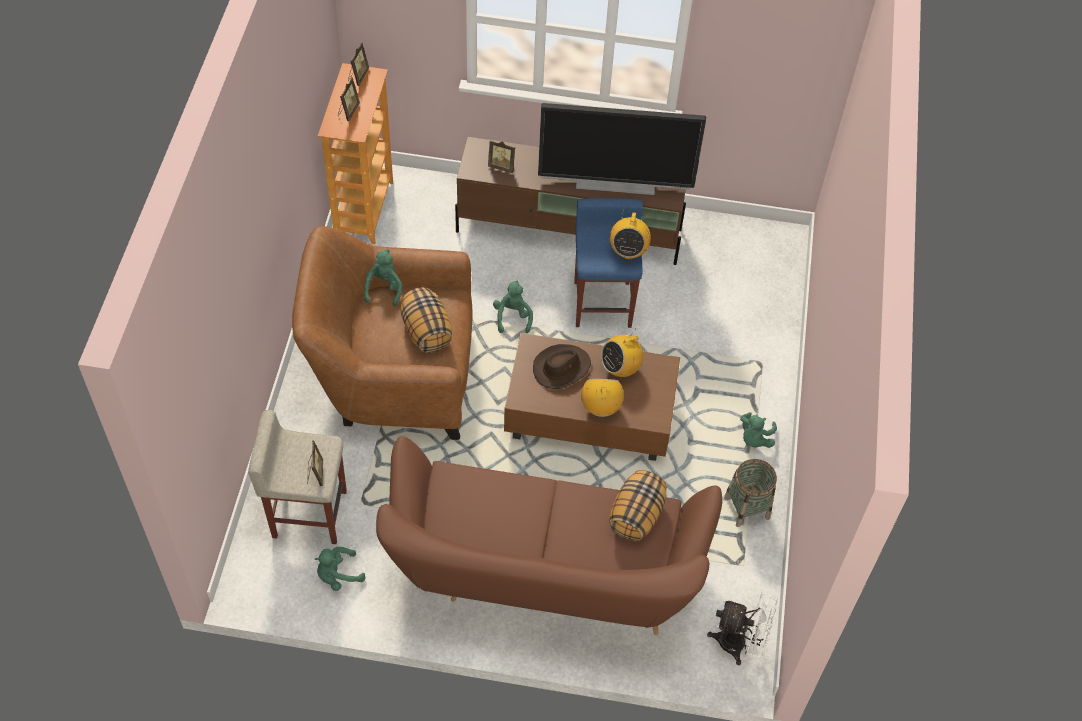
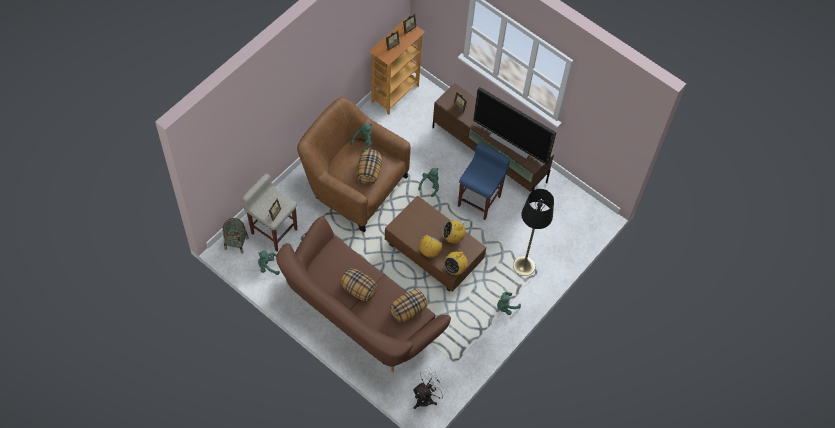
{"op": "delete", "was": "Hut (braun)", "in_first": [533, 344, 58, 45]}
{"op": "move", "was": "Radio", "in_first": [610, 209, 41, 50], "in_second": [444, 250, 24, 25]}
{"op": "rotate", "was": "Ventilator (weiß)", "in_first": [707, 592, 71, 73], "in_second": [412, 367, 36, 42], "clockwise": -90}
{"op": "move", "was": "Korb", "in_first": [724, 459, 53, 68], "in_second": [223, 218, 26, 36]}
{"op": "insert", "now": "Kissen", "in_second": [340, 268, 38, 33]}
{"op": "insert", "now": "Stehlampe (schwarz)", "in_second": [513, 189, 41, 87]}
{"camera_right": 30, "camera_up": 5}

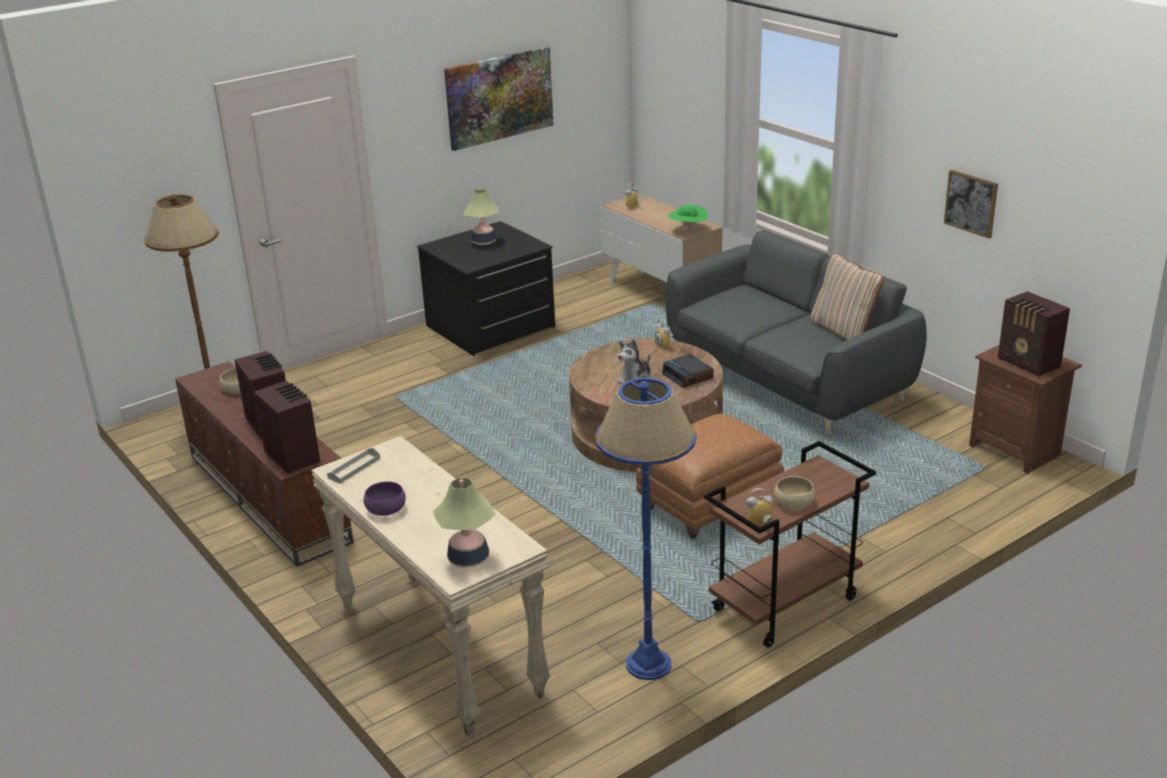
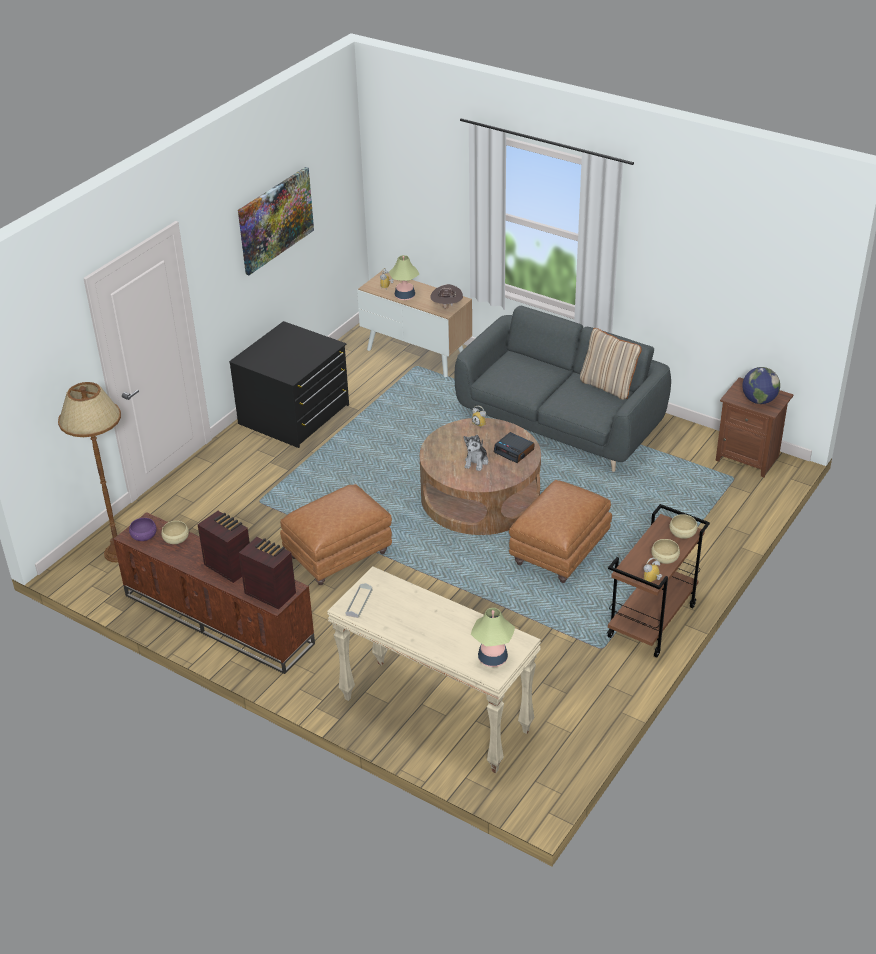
{"op": "move", "was": "Schüssel (lila)", "in_first": [364, 481, 42, 35], "in_second": [129, 518, 28, 23]}
{"op": "move", "was": "Tischlampe", "in_first": [464, 189, 35, 56], "in_second": [389, 255, 30, 45]}
{"op": "delete", "was": "Stehlampe (blau)", "in_first": [595, 378, 102, 302]}
{"op": "recolor", "was": "Hut (grün)", "now": "Hut (braun)", "in_first": [668, 204, 40, 27], "in_second": [430, 284, 33, 25]}
{"op": "delete", "was": "Bild", "in_first": [944, 170, 54, 69]}
{"op": "replace", "was": "Radio", "now": "Globus", "in_first": [998, 291, 72, 86], "in_second": [742, 367, 38, 37]}
{"op": "insert", "now": "Polsterhocker (braun)", "in_second": [280, 484, 112, 101]}
{"op": "insert", "now": "Schüssel (beige)", "in_second": [669, 514, 29, 25]}
{"camera_right": -20, "camera_up": 10}

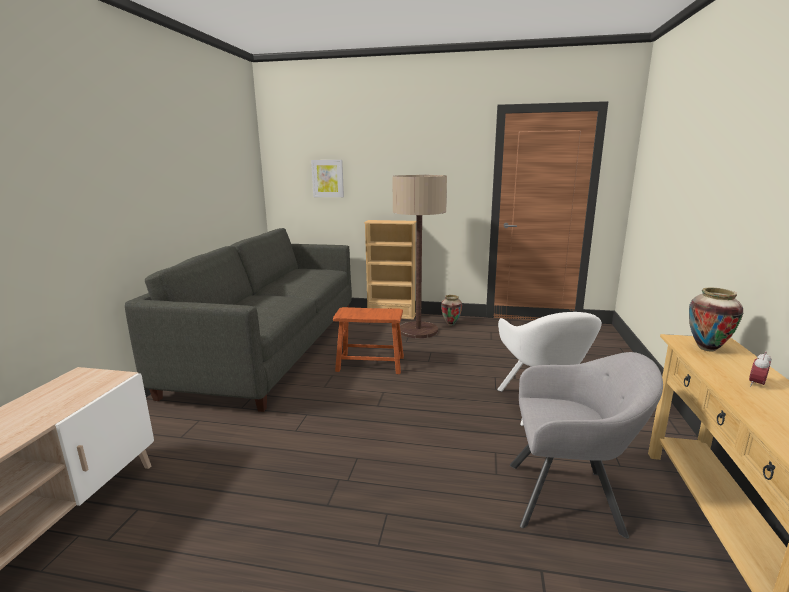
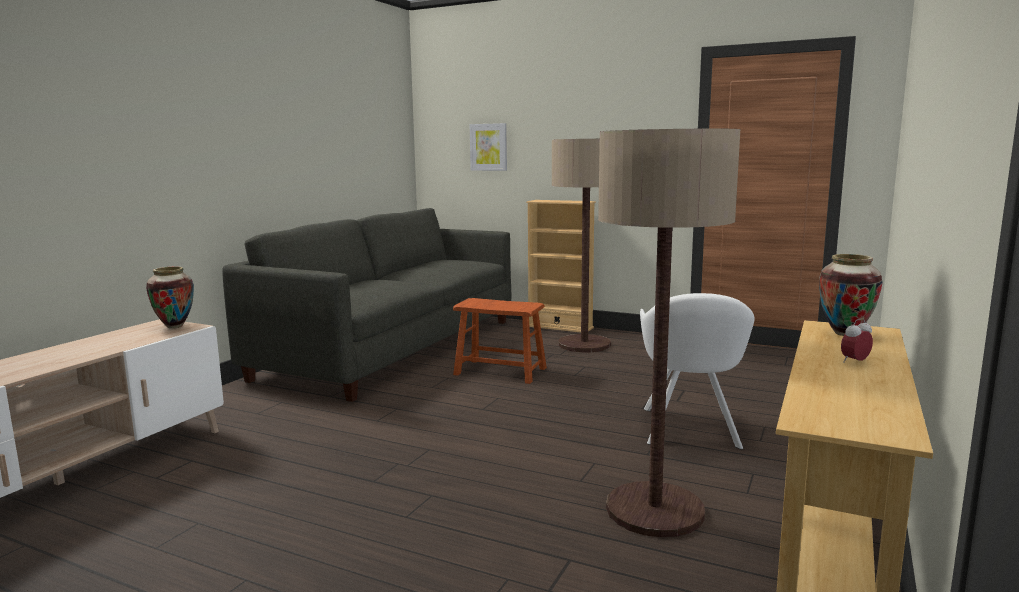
{"op": "move", "was": "Vase", "in_first": [441, 295, 21, 30], "in_second": [146, 267, 48, 61]}
{"op": "replace", "was": "Sessel (grau)", "now": "Stehlampe", "in_first": [510, 352, 153, 186], "in_second": [598, 129, 142, 408]}
{"camera_right": 15, "camera_up": -5}

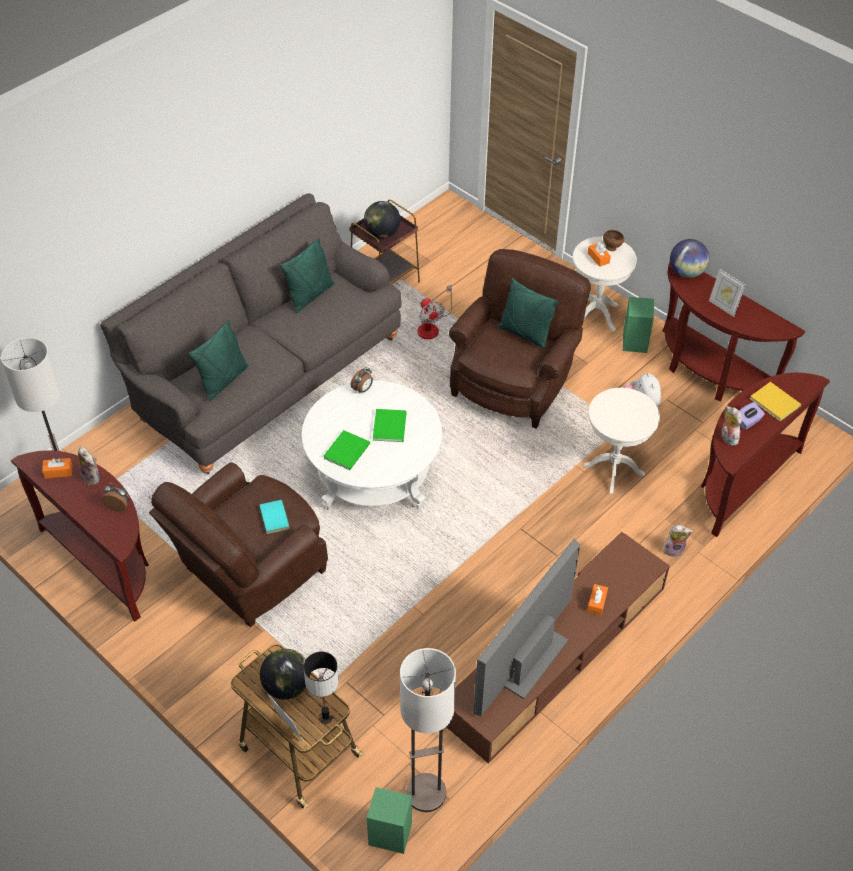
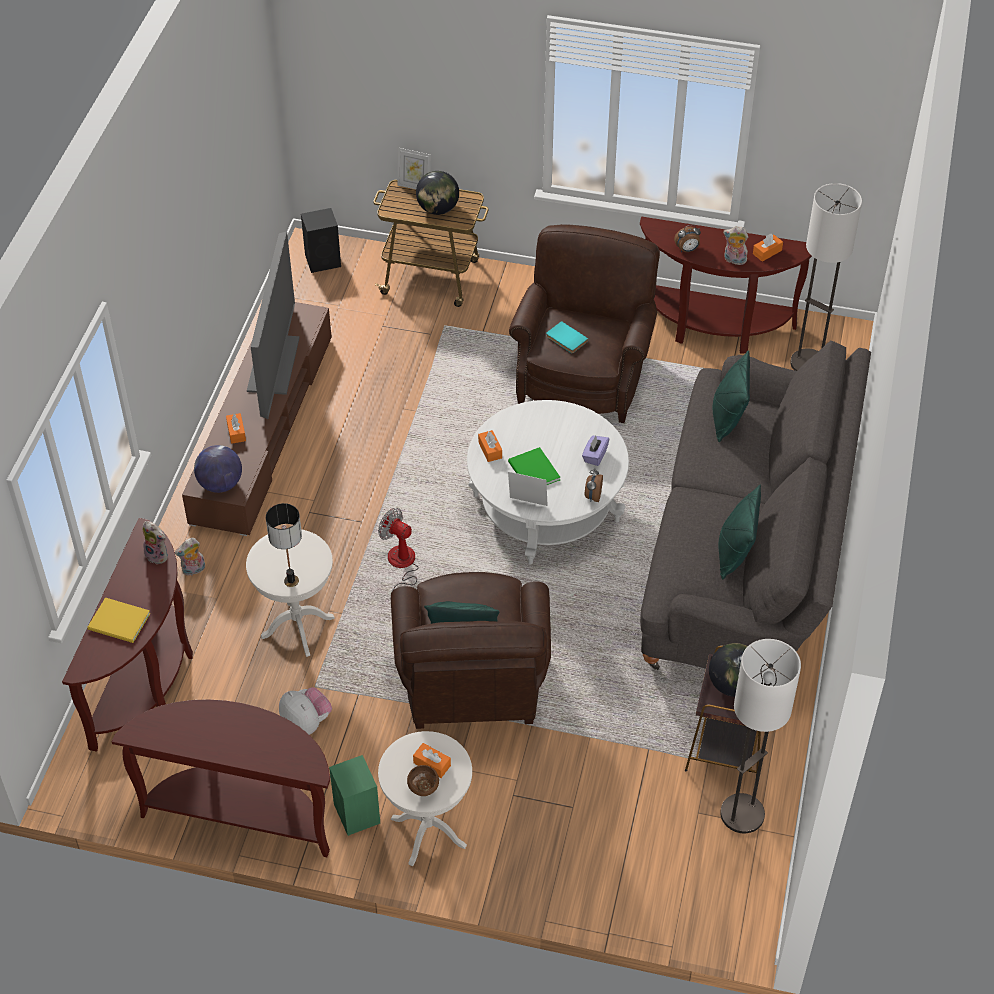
{"op": "move", "was": "Tischlampe", "in_first": [303, 652, 36, 72], "in_second": [266, 503, 36, 84]}
{"op": "delete", "was": "Buch (grün)", "in_first": [323, 430, 47, 40]}
{"op": "recolor", "was": "Lautsprecher (grün)", "now": "Lautsprecher (schwarz)", "in_first": [367, 787, 45, 67], "in_second": [301, 208, 40, 65]}
{"op": "move", "was": "Stehlampe", "in_first": [400, 648, 56, 164], "in_second": [720, 639, 81, 194]}
{"op": "move", "was": "Ventilator", "in_first": [417, 285, 35, 54], "in_second": [378, 508, 41, 83]}
{"op": "move", "was": "Globus", "in_first": [670, 239, 39, 39], "in_second": [194, 445, 48, 48]}
{"op": "move", "was": "Bilderrahmen", "in_first": [709, 269, 36, 48], "in_second": [508, 471, 40, 35]}
{"op": "move", "was": "Taschentuchbox (lila)", "in_first": [739, 402, 26, 28], "in_second": [582, 436, 27, 30]}
{"op": "insert", "now": "Taschentuchbox (orange)", "in_second": [478, 430, 24, 32]}
{"camera_right": 150, "camera_up": 0}

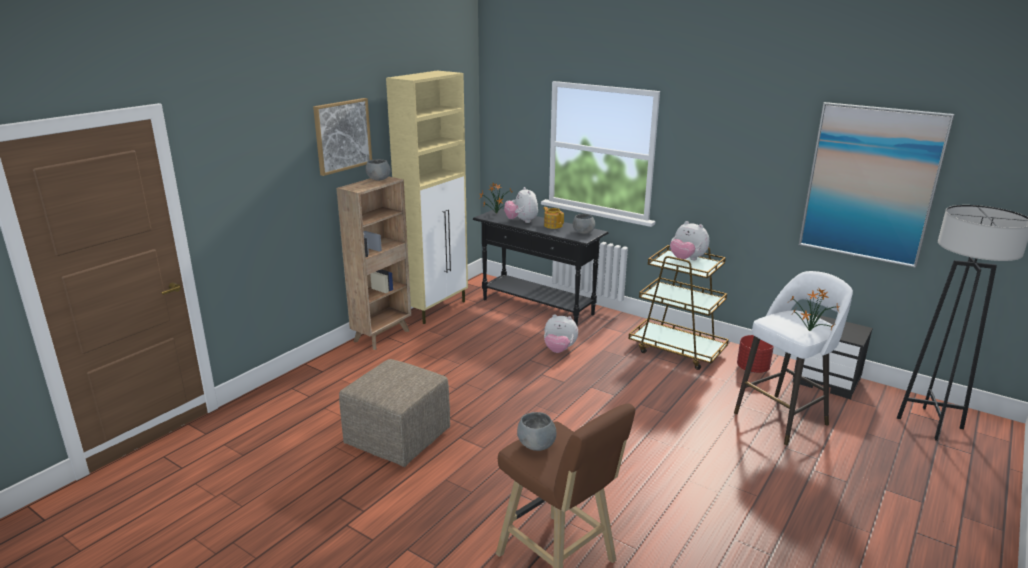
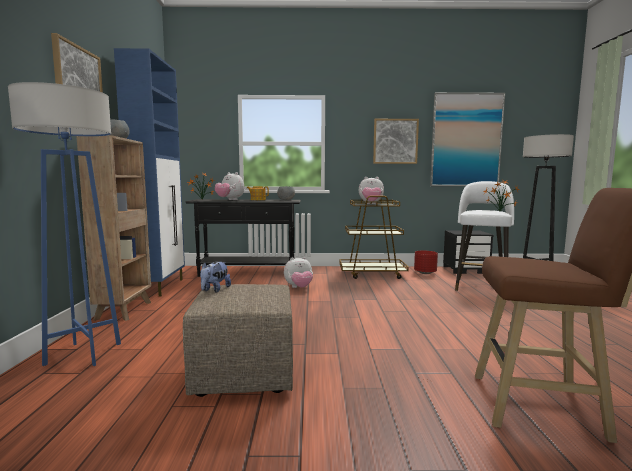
{"op": "recolor", "was": "Schrank (beige)", "now": "Schrank (blau)", "in_first": [386, 71, 82, 253], "in_second": [114, 48, 71, 249]}
{"op": "delete", "was": "Schüssel (grau)", "in_first": [517, 412, 40, 39]}
{"op": "insert", "now": "Stehlampe (blau)", "in_second": [8, 82, 113, 284]}
{"op": "insert", "now": "Plüschtier", "in_second": [200, 261, 31, 32]}
{"op": "insert", "now": "Bild", "in_second": [373, 119, 46, 45]}
{"camera_right": -35, "camera_up": -15}

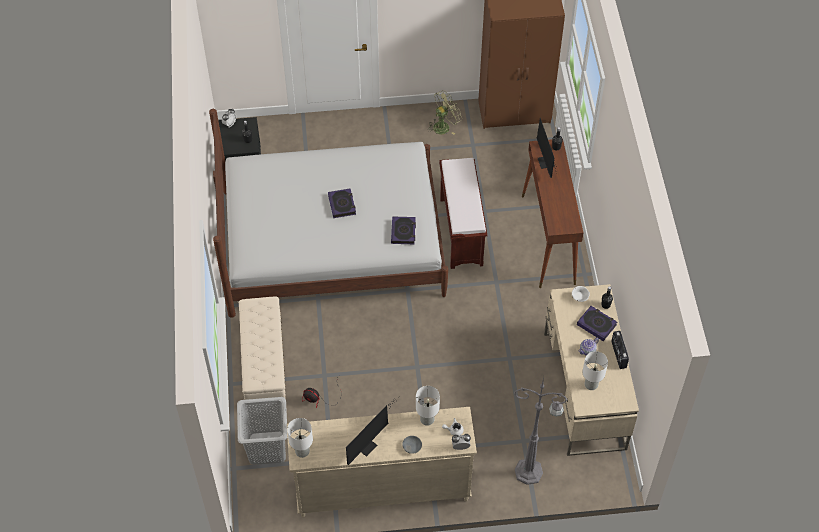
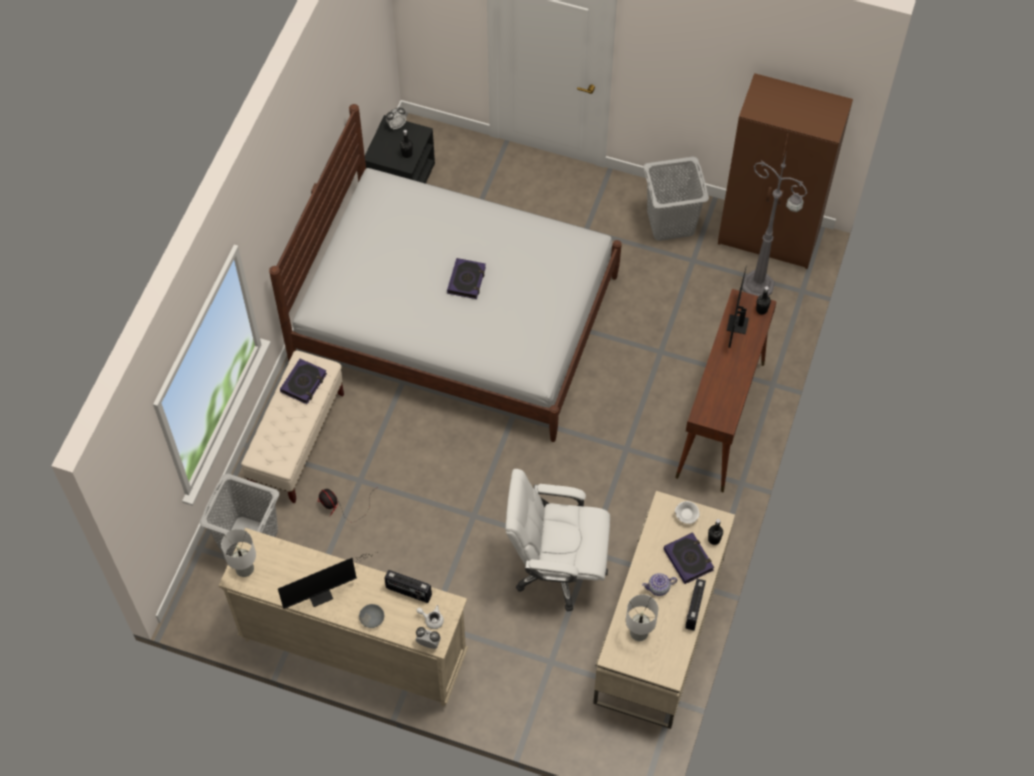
{"op": "move", "was": "Buch", "in_first": [391, 216, 25, 28], "in_second": [280, 359, 47, 45]}
{"op": "replace", "was": "Tischlampe (weiß)", "now": "Radio", "in_first": [416, 386, 24, 40], "in_second": [384, 570, 48, 33]}
{"op": "replace", "was": "Ventilator (grün)", "now": "Wäschekorb (grau)", "in_first": [428, 90, 34, 45], "in_second": [643, 157, 66, 84]}
{"op": "delete", "was": "Bank (braun)", "in_first": [439, 158, 48, 111]}
{"op": "move", "was": "Stehlampe (grau)", "in_first": [514, 377, 53, 108], "in_second": [742, 150, 65, 146]}
{"op": "insert", "now": "Bürostuhl (weiß)", "in_second": [505, 469, 105, 142]}
{"camera_right": 25, "camera_up": 5}

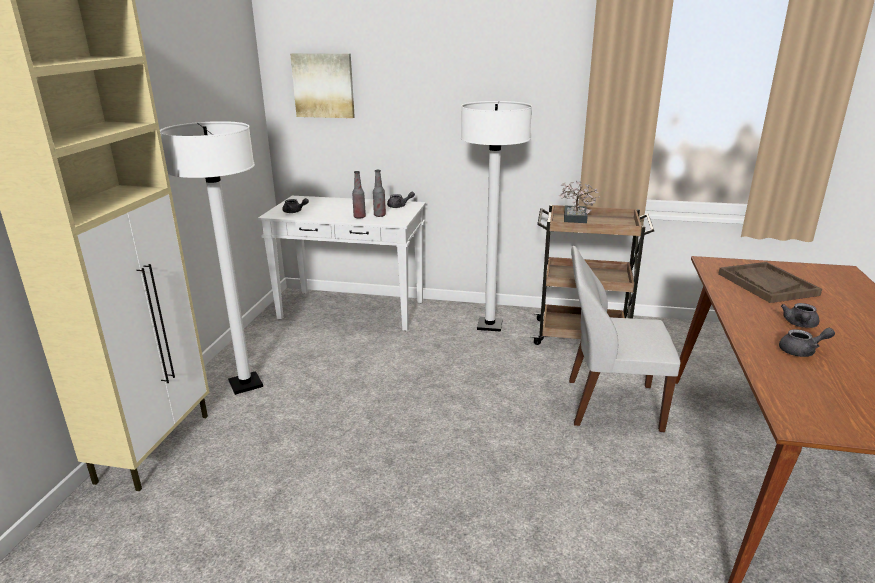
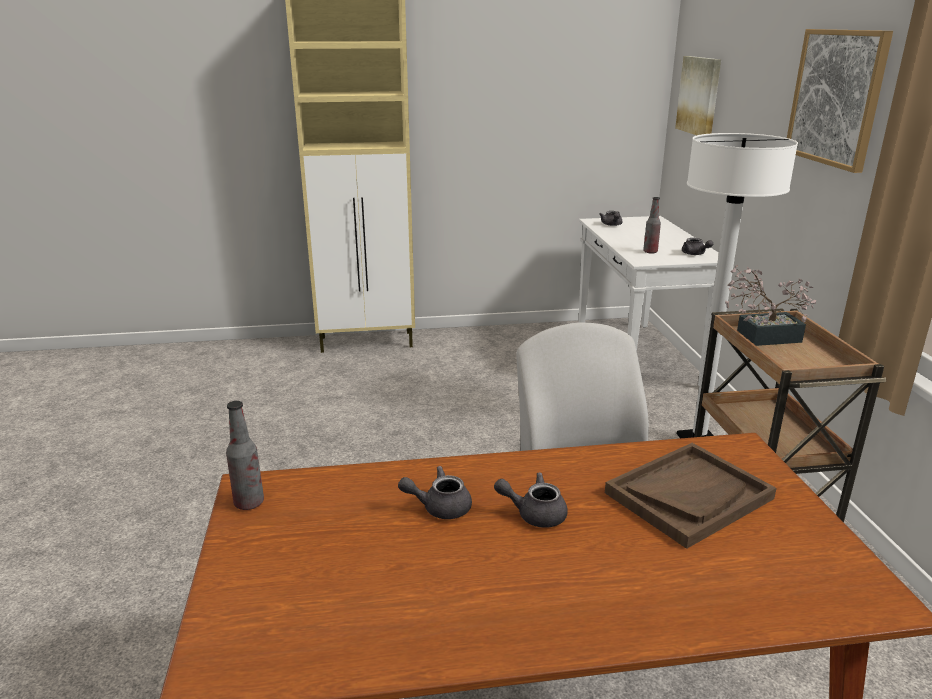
{"op": "delete", "was": "Stehlampe (weiß)", "in_first": [160, 121, 103, 274]}
{"op": "move", "was": "Flasche", "in_first": [352, 171, 14, 48], "in_second": [226, 401, 38, 109]}
{"op": "rotate", "was": "Teekanne (grau)", "in_first": [779, 328, 56, 29], "in_second": [398, 466, 74, 53], "clockwise": 105}
{"op": "insert", "now": "Bild", "in_second": [787, 29, 106, 144]}
{"camera_right": 70, "camera_up": 0}

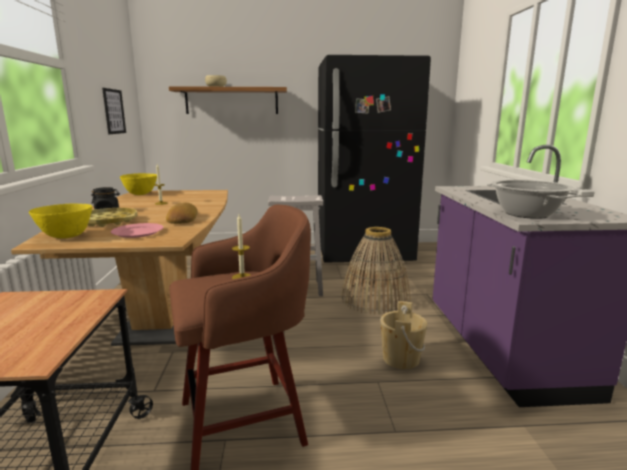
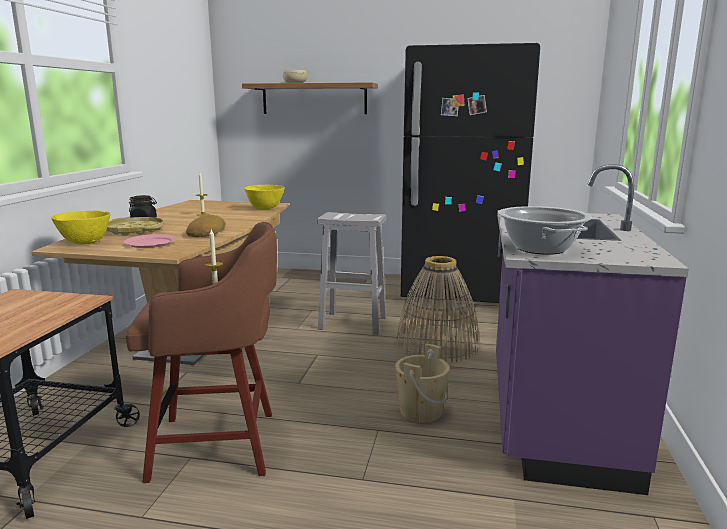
{"op": "delete", "was": "Bild", "in_first": [102, 88, 24, 46]}
{"op": "move", "was": "Schüssel (gelb)", "in_first": [120, 173, 37, 22], "in_second": [244, 185, 41, 25]}
{"camera_right": 15, "camera_up": 0}

